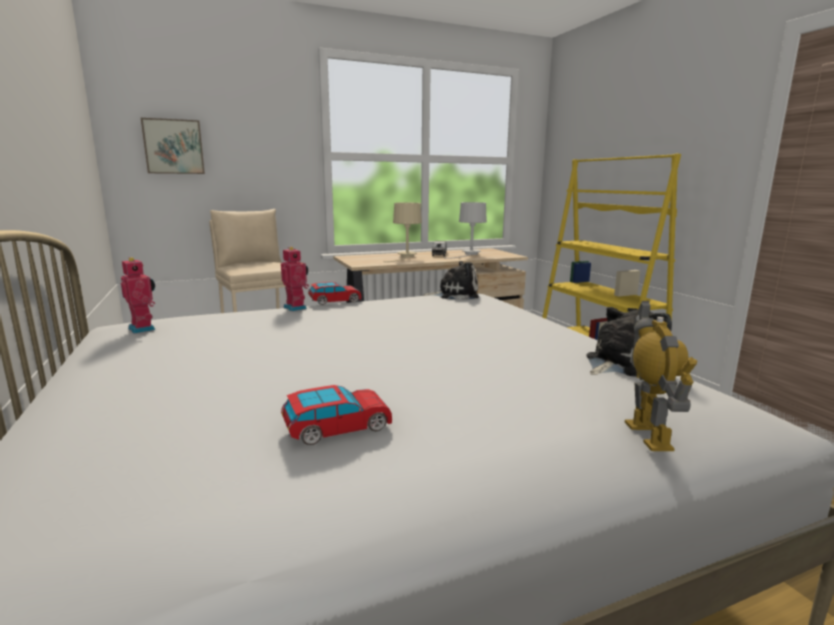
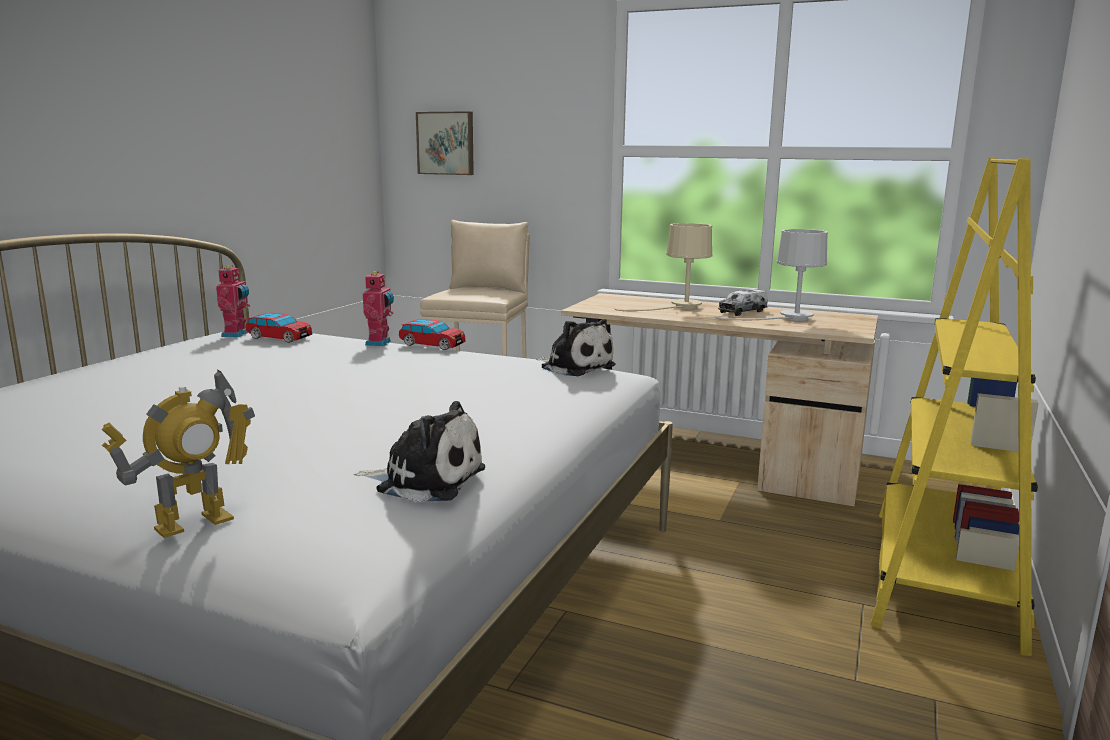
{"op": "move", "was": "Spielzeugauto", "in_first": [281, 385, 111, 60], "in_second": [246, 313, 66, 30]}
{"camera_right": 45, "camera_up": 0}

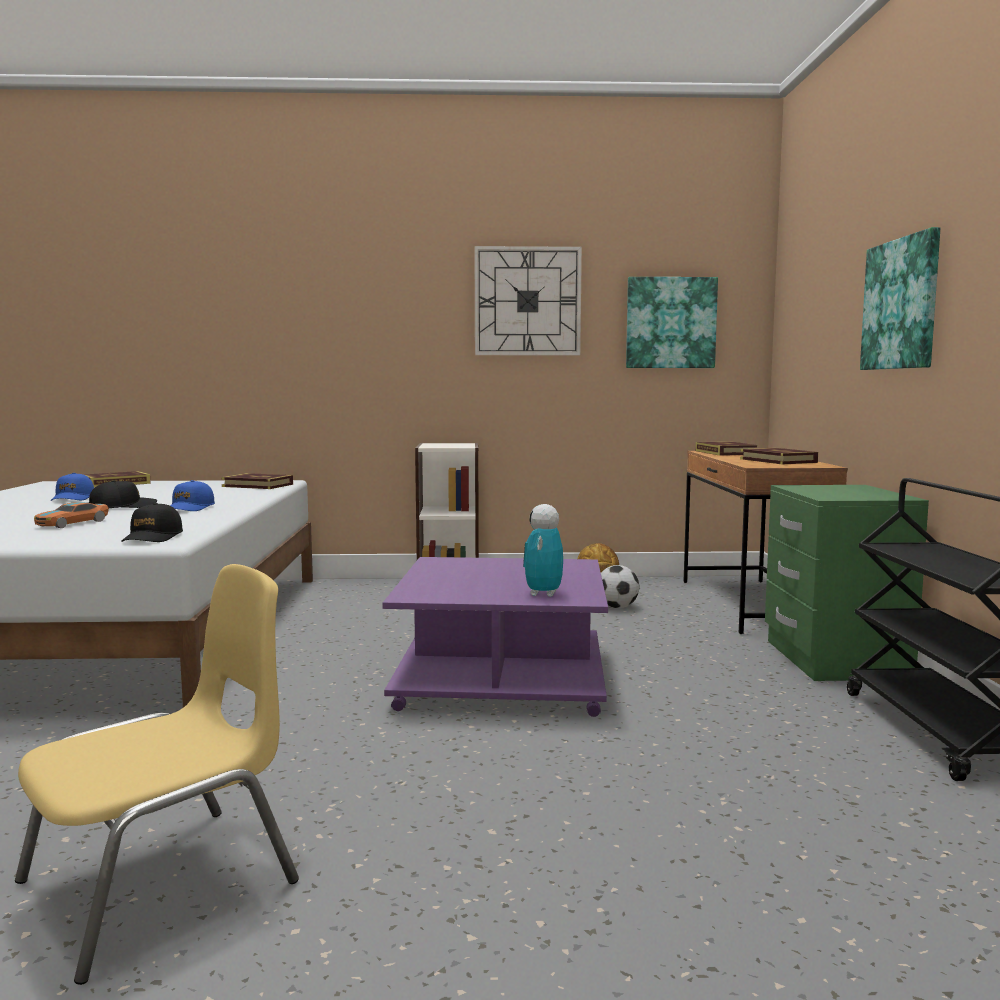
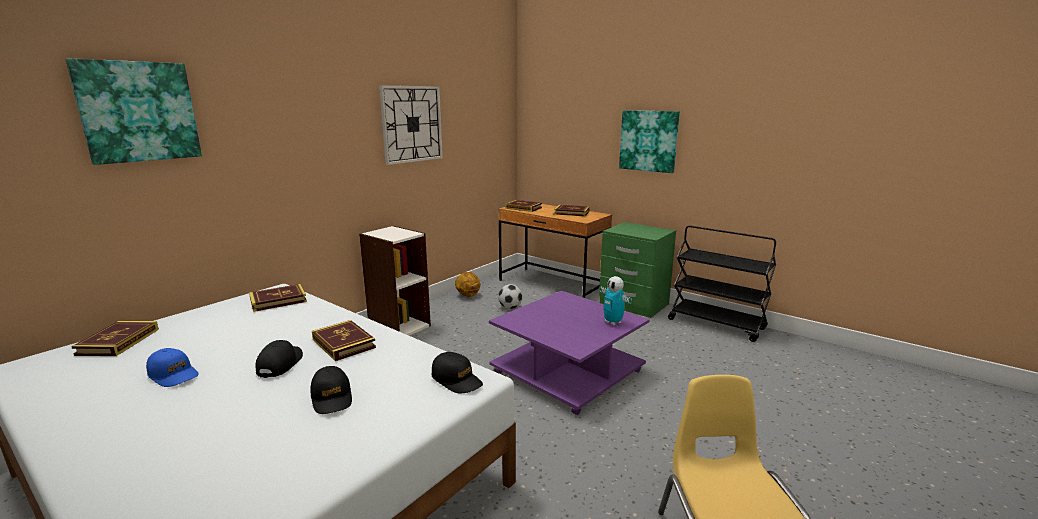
{"op": "replace", "was": "Spielzeugauto", "now": "Kappe (schwarz)", "in_first": [34, 502, 75, 26], "in_second": [310, 366, 42, 48]}
{"op": "replace", "was": "Kappe (blau)", "now": "Buch", "in_first": [170, 480, 45, 31], "in_second": [312, 320, 64, 41]}
{"op": "move", "was": "Bild", "in_first": [626, 277, 92, 91], "in_second": [65, 58, 137, 107]}
{"camera_right": -50, "camera_up": 10}

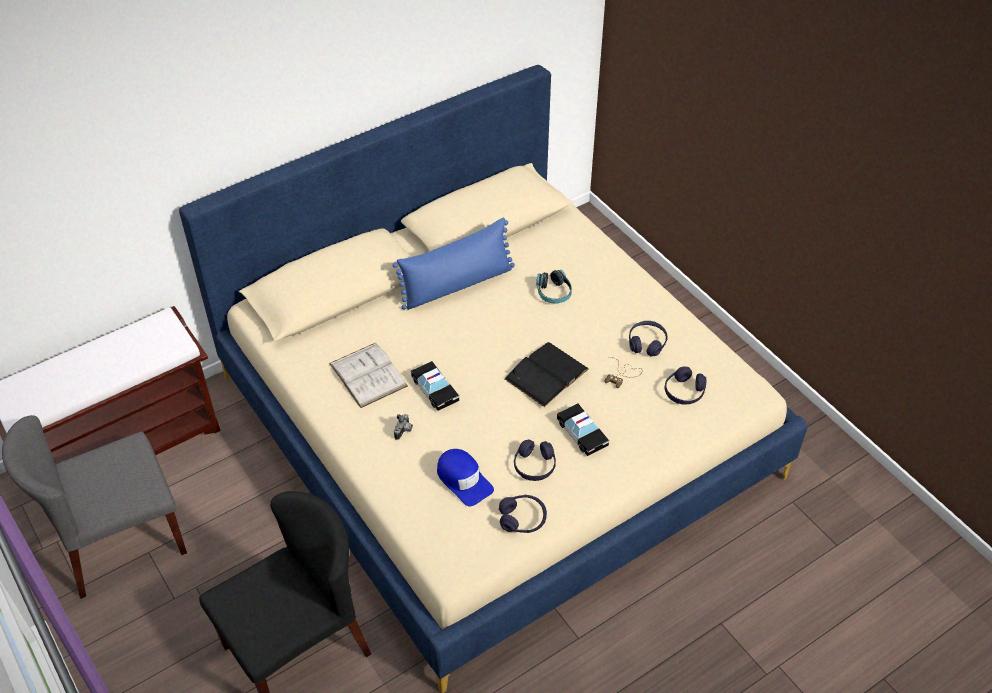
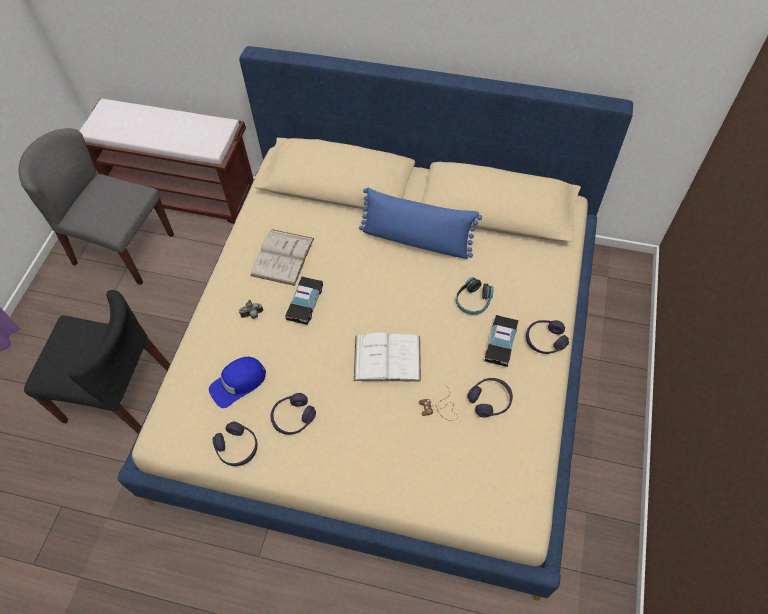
{"op": "rotate", "was": "Kappe (blau)", "in_first": [437, 449, 57, 57], "in_second": [209, 357, 57, 51], "clockwise": 45}
{"op": "recolor", "was": "Buch (schwarz)", "now": "Buch (weiß)", "in_first": [504, 342, 85, 65], "in_second": [354, 332, 67, 49]}
{"op": "move", "was": "Spielzeugauto", "in_first": [557, 404, 52, 52], "in_second": [484, 315, 34, 52]}
{"op": "move", "was": "Kopfhörer (lila)", "in_first": [665, 366, 41, 38], "in_second": [526, 320, 43, 34]}
{"camera_right": 50, "camera_up": 10}

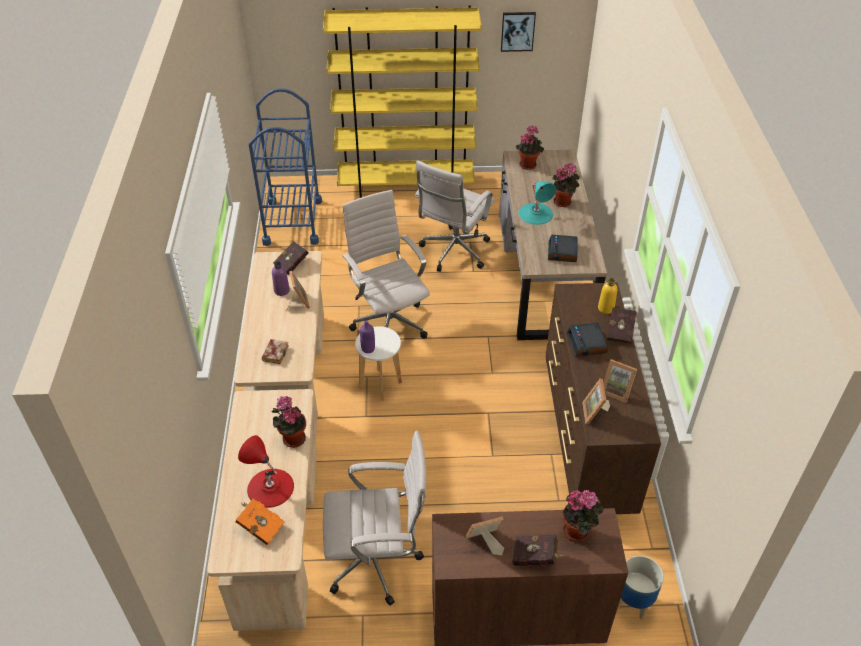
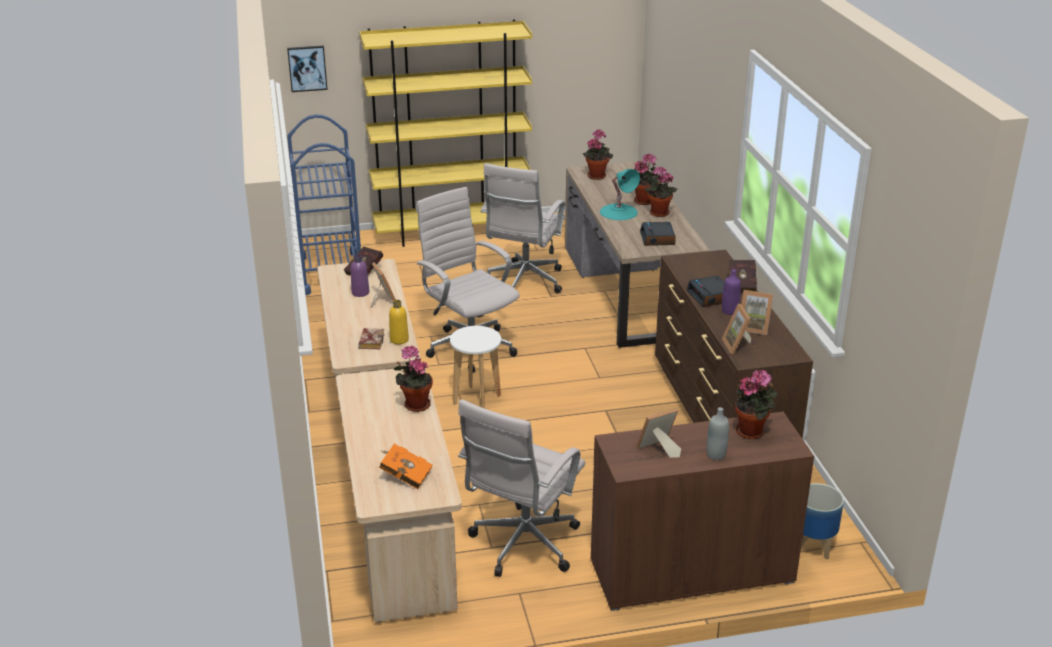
{"op": "delete", "was": "Tischlampe (rot)", "in_first": [238, 435, 56, 73]}
{"op": "rotate", "was": "Bürostuhl (weiß)", "in_first": [323, 431, 103, 175], "in_second": [458, 399, 127, 178], "clockwise": 135}
{"op": "move", "was": "Flasche (lila)", "in_first": [360, 320, 15, 33], "in_second": [722, 269, 19, 46]}
{"op": "move", "was": "Bild", "in_first": [501, 12, 35, 40], "in_second": [287, 45, 41, 47]}
{"op": "replace", "was": "Buch (rot)", "now": "Flasche (grau)", "in_first": [512, 534, 50, 32], "in_second": [707, 407, 22, 53]}
{"op": "move", "was": "Flasche (gelb)", "in_first": [598, 278, 19, 36], "in_second": [389, 300, 20, 44]}
{"op": "insert", "now": "Topfpflanze", "in_second": [645, 166, 32, 51]}
{"camera_right": -10, "camera_up": -15}

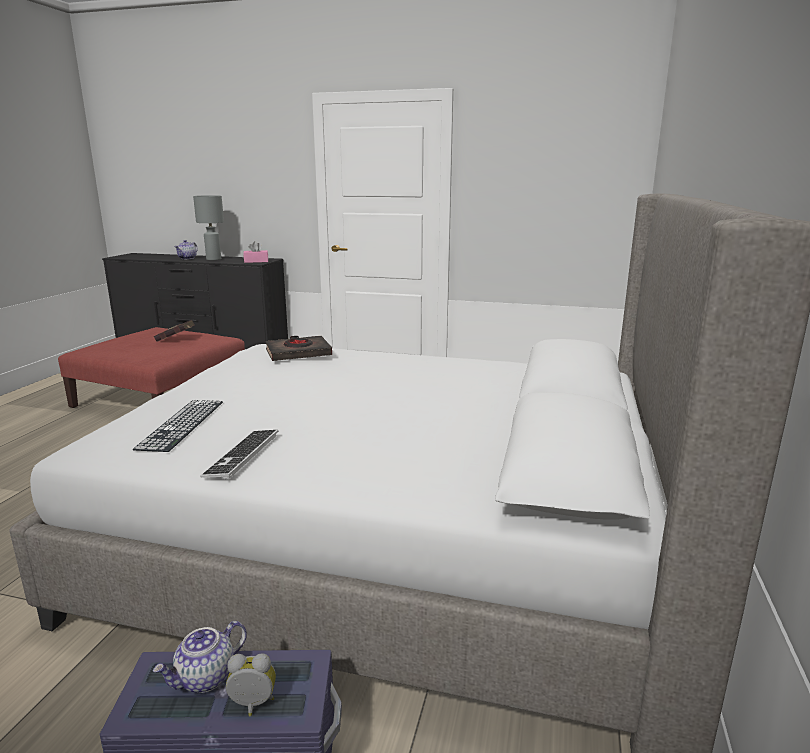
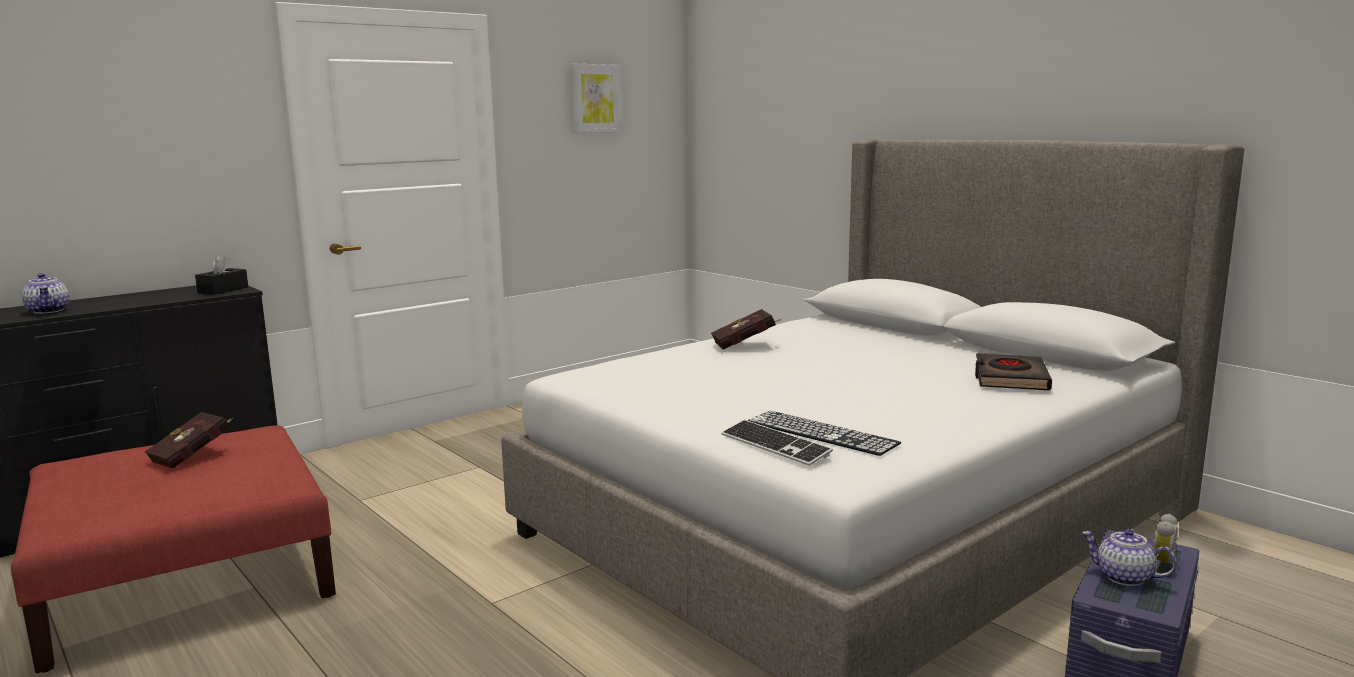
{"op": "rotate", "was": "Teekanne", "in_first": [153, 621, 94, 72], "in_second": [1081, 529, 96, 57], "clockwise": 135}
{"op": "delete", "was": "Tischlampe (grau)", "in_first": [193, 195, 31, 65]}
{"op": "move", "was": "Tastatur", "in_first": [200, 430, 78, 49], "in_second": [721, 420, 112, 46]}
{"op": "recolor", "was": "Taschentuchbox (rosa)", "now": "Taschentuchbox (schwarz)", "in_first": [243, 241, 25, 22], "in_second": [195, 254, 53, 41]}
{"op": "move", "was": "Buch (schwarz)", "in_first": [265, 336, 67, 25], "in_second": [975, 353, 77, 38]}
{"op": "insert", "now": "Bild", "in_second": [570, 64, 52, 69]}
{"op": "insert", "now": "Buch (rot)", "in_second": [711, 309, 70, 41]}
{"camera_right": -55, "camera_up": -5}

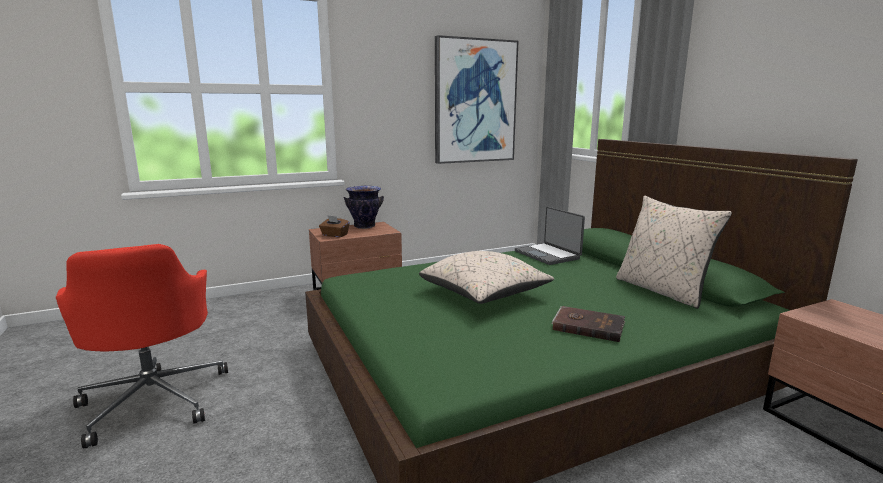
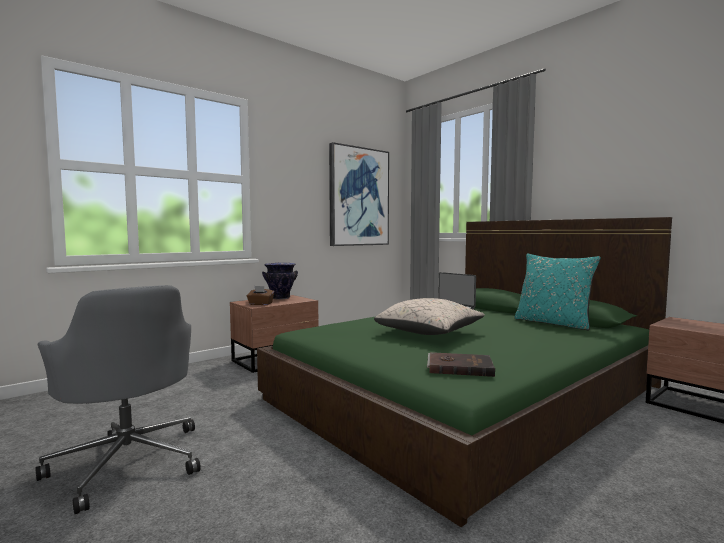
{"op": "recolor", "was": "Bürostuhl (rot)", "now": "Bürostuhl (grau)", "in_first": [56, 244, 172, 205], "in_second": [35, 285, 166, 229]}
{"op": "move", "was": "Buch (braun)", "in_first": [551, 306, 75, 36], "in_second": [427, 352, 68, 25]}
{"op": "recolor", "was": "Kissen (beige)", "now": "Kissen (türkis)", "in_first": [616, 196, 116, 113], "in_second": [515, 254, 86, 77]}
{"camera_right": -15, "camera_up": -10}

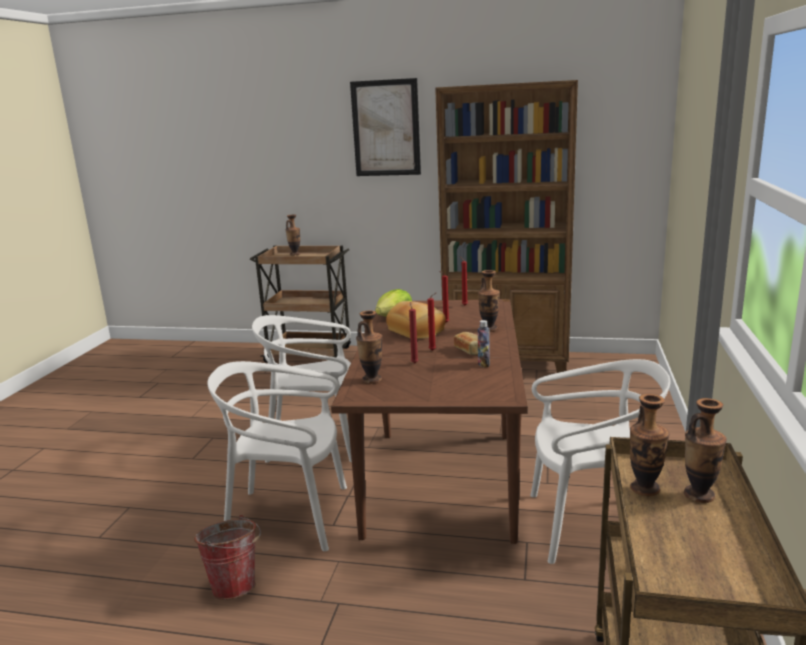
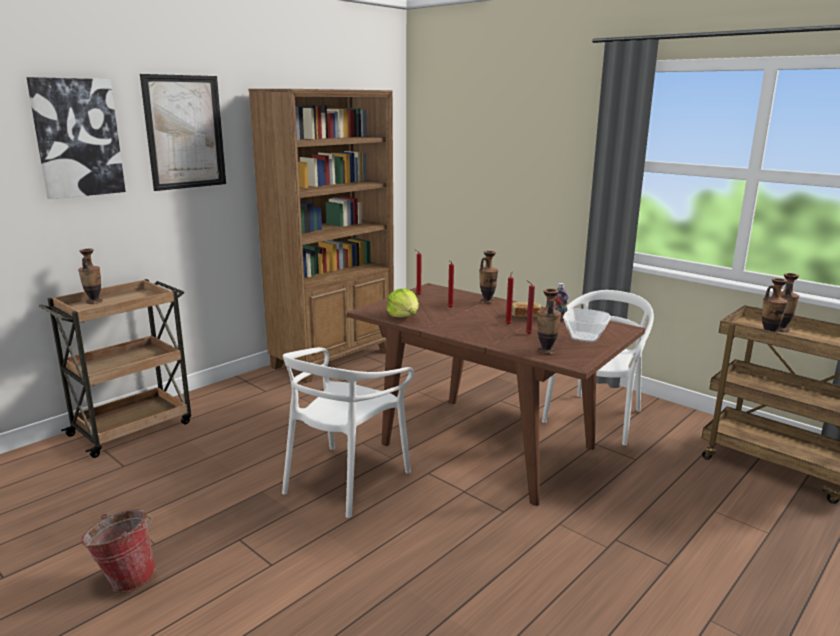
{"op": "move", "was": "Eimer", "in_first": [194, 515, 67, 85], "in_second": [81, 509, 76, 84]}
{"op": "delete", "was": "Stuhl (weiß)", "in_first": [208, 361, 139, 190]}
{"op": "delete", "was": "Brot", "in_first": [386, 301, 60, 38]}
{"op": "insert", "now": "Bild", "in_second": [26, 77, 100, 122]}
{"op": "insert", "now": "Schüssel", "in_second": [563, 308, 47, 34]}
{"camera_right": -60, "camera_up": 0}

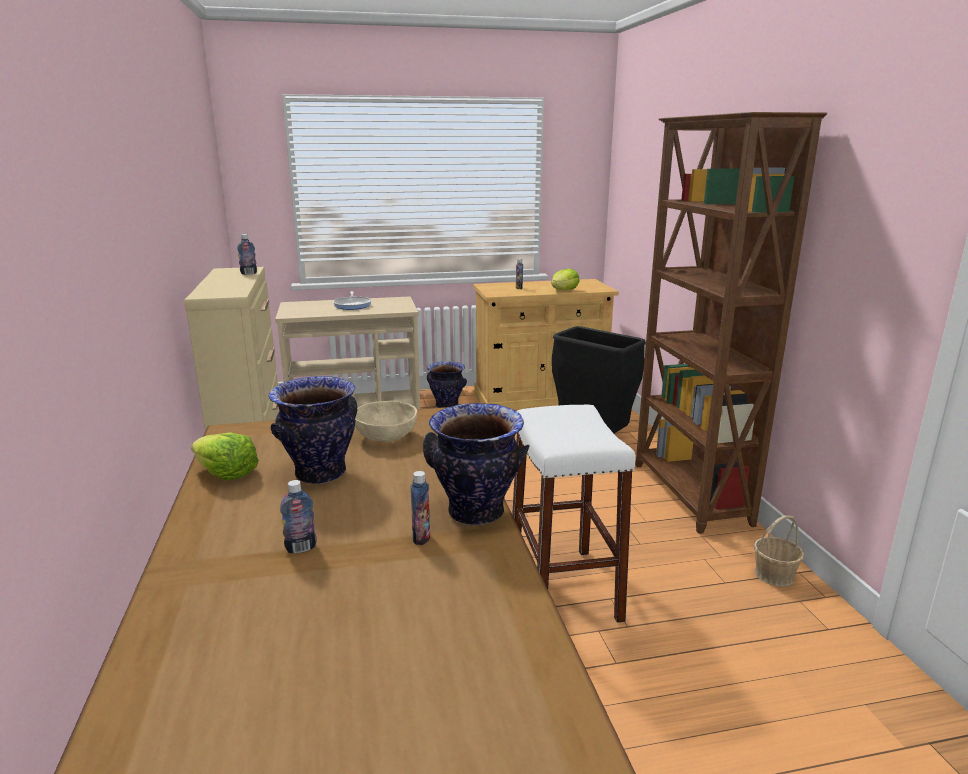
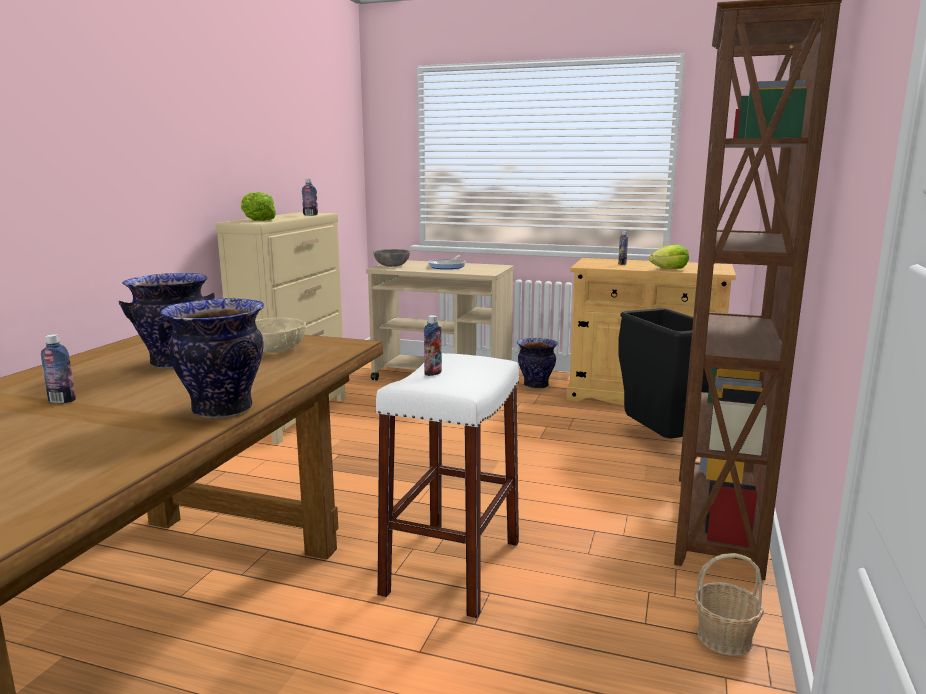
{"op": "move", "was": "Salatkopf", "in_first": [191, 433, 68, 47], "in_second": [241, 192, 35, 29]}
{"op": "move", "was": "Flasche", "in_first": [411, 471, 19, 74], "in_second": [424, 315, 18, 61]}
{"op": "insert", "now": "Schüssel (grau)", "in_second": [373, 249, 37, 18]}
{"camera_right": 30, "camera_up": -5}

